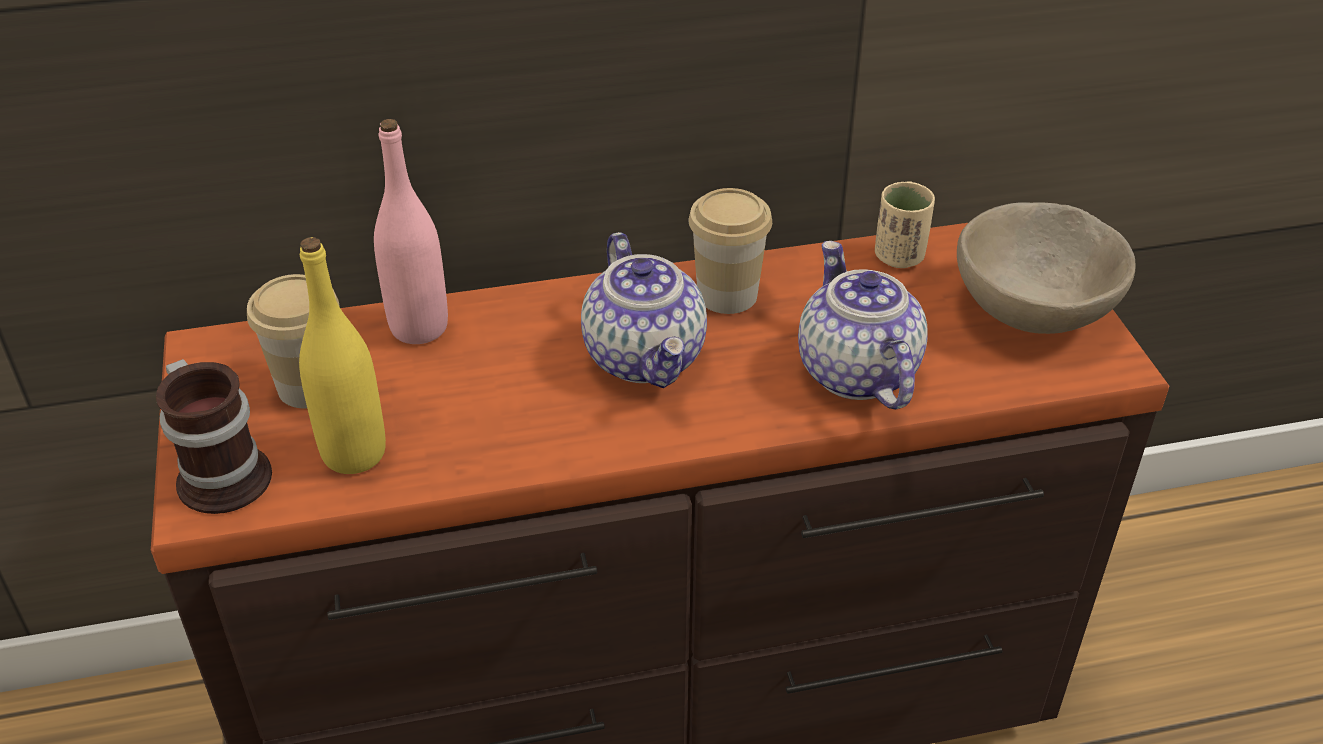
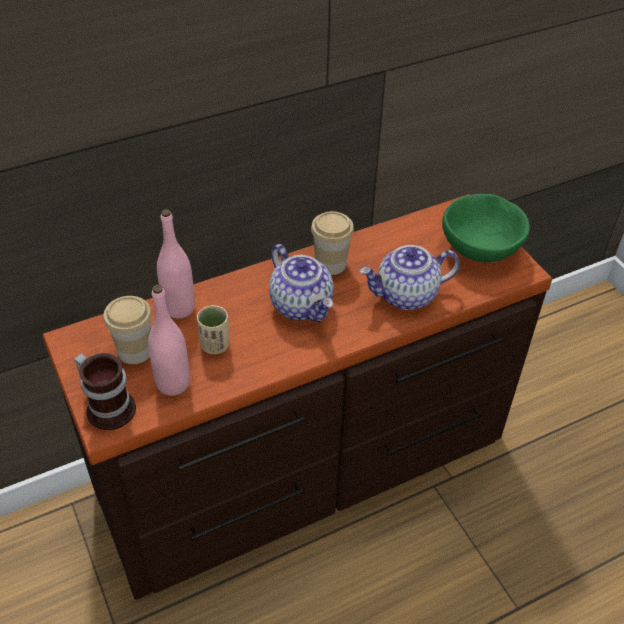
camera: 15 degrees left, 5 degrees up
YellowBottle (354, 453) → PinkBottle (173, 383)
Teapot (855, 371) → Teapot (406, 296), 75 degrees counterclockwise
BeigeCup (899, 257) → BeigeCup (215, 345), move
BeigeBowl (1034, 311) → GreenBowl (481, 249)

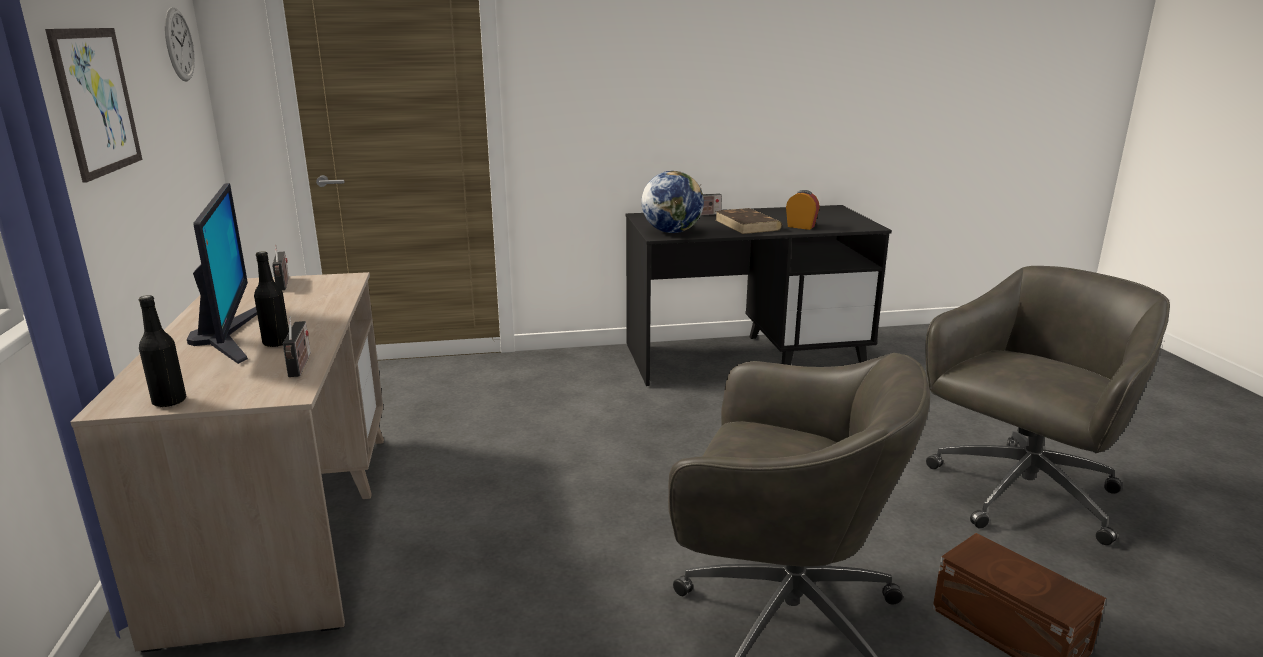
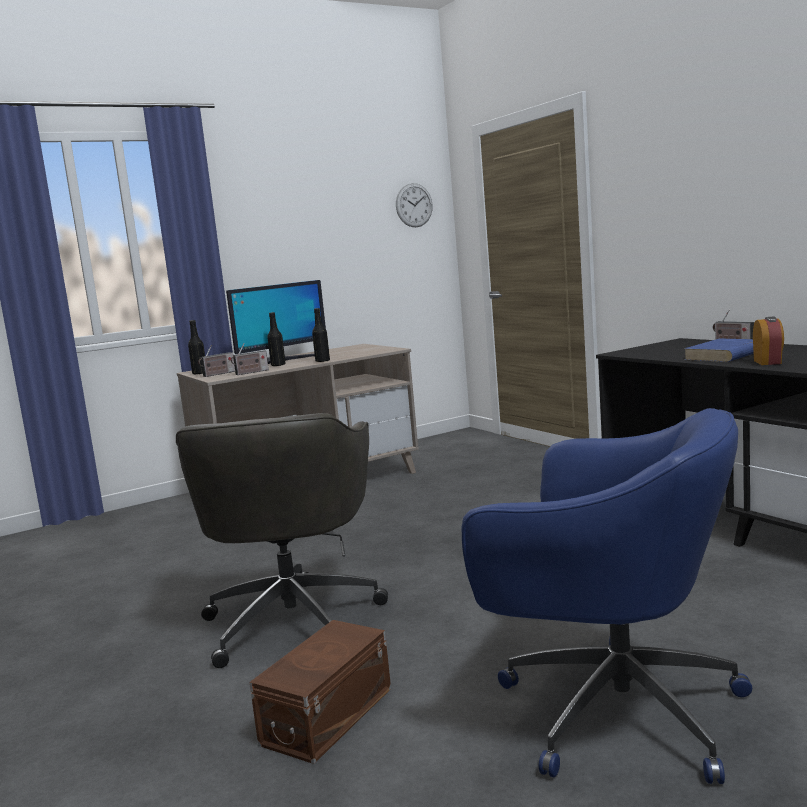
camera: 70 degrees right, 10 degrees down
Picture (97, 101) → -
Radio (283, 284) → Radio (218, 374), move
Globe (672, 232) → -
BrownBook (747, 225) → BlueBook (725, 355)
GreyOfficeChair (1021, 495) → BlueOfficeChair (613, 708)
- → BlackBottle (322, 361)

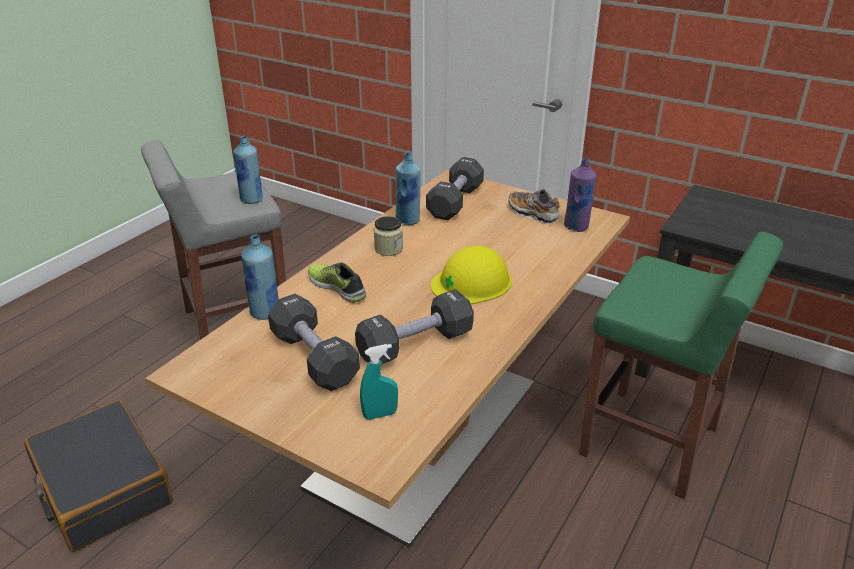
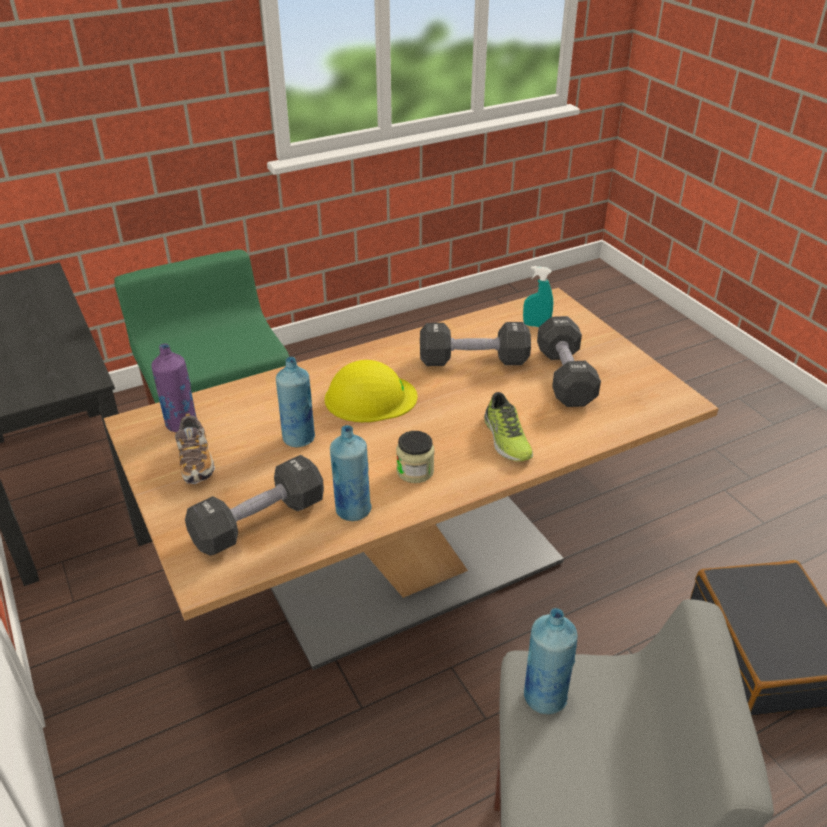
camera: 150 degrees left, 5 degrees up
BlueBottle (265, 313) → BlueBottle (299, 438), move

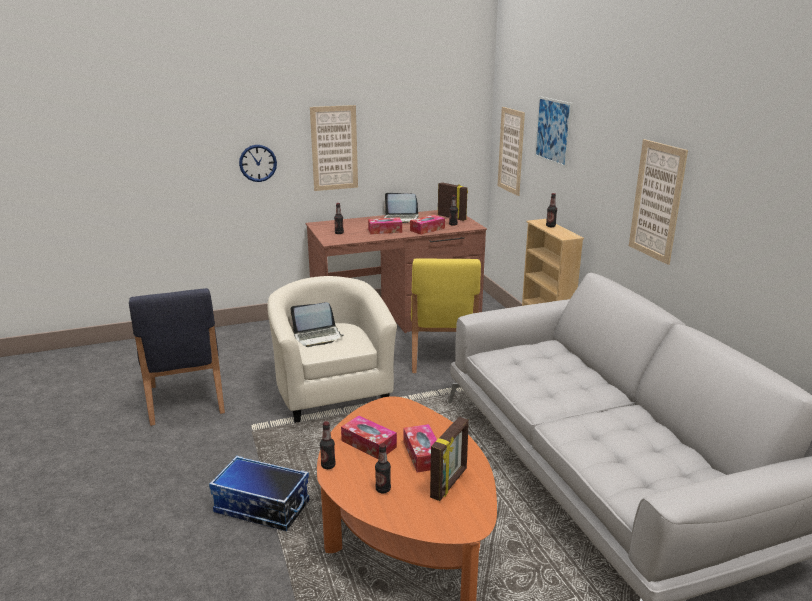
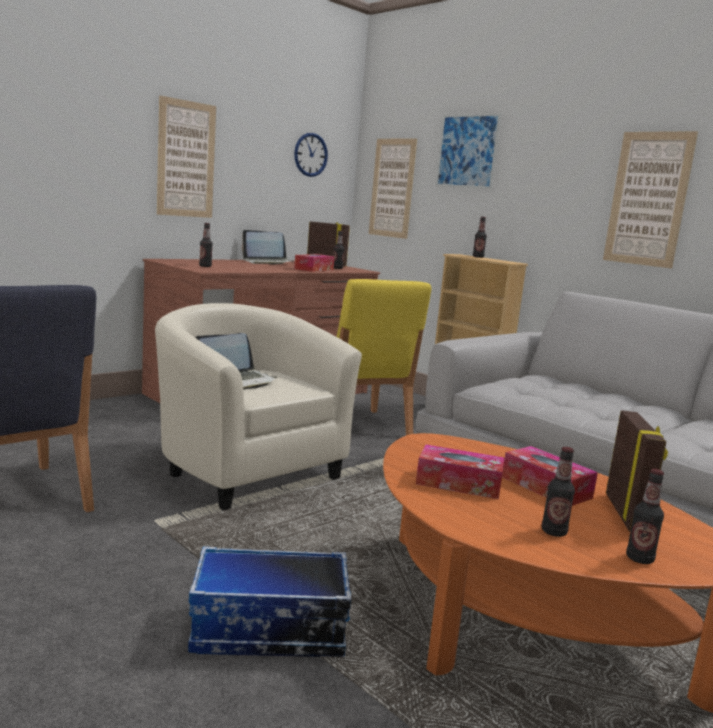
camera: 25 degrees left, 10 degrees down
WallClock (258, 163) → WallClock (310, 154), move
Bottle (328, 465) → Bottle (639, 559), move
TissueBox (385, 231) → -

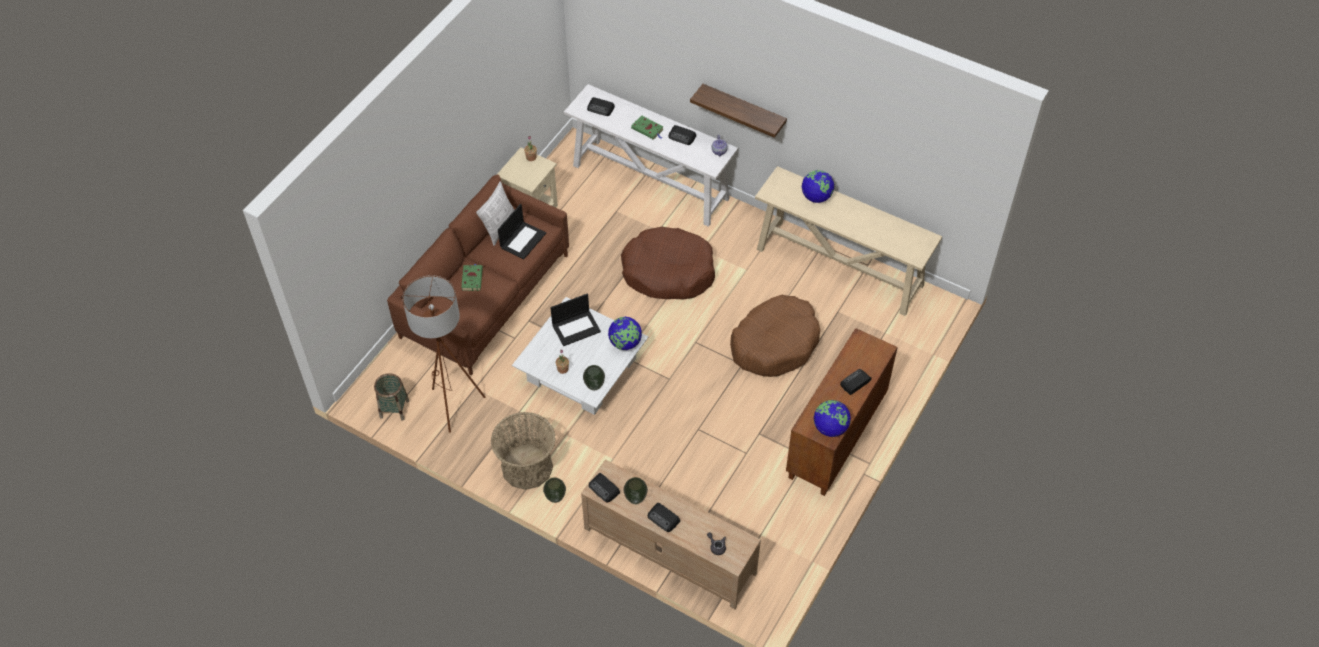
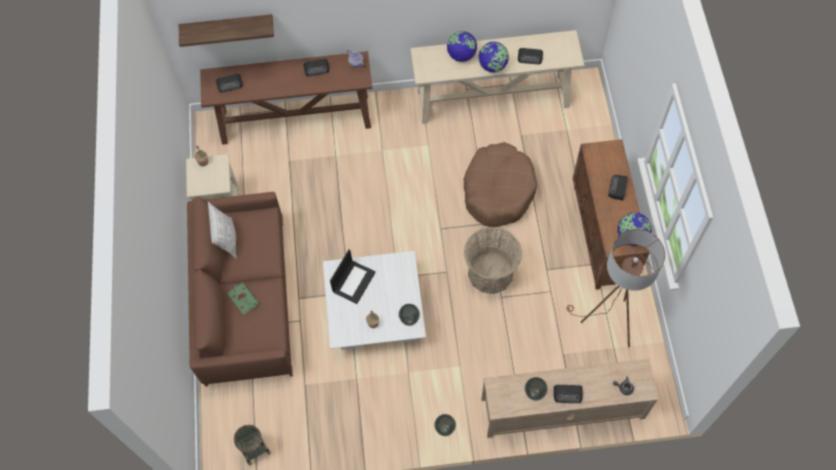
camera: 35 degrees left, 10 degrees up
BrownFloorLamp (452, 404) → BrownFloorLamp (606, 323), move
Basket (527, 467) → Basket (490, 272), move
Laptop (523, 240) → -
WhiteConsoleTable (651, 182) → BrownConsoleTable (296, 119)
Radio (604, 489) → Radio (530, 57), move
Globe (625, 343) → Globe (492, 66), move
BrownDogBed (668, 272) → -
GreenBook (648, 129) → -
Shelf (743, 109) → Shelf (227, 27), move

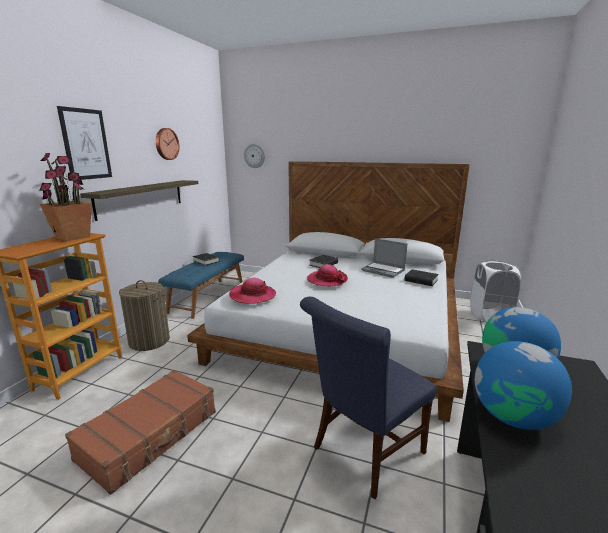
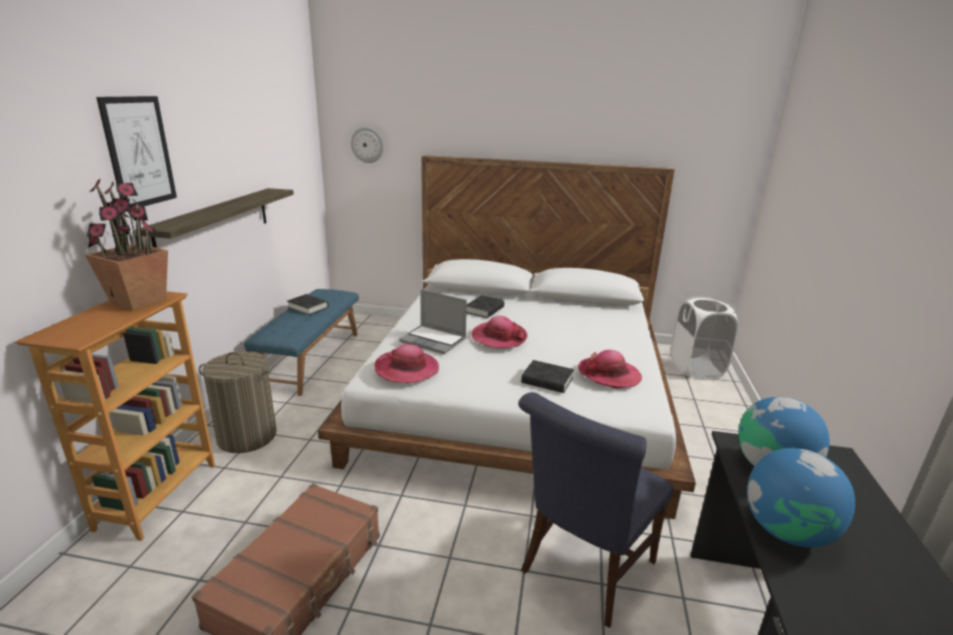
camera: 10 degrees left, 5 degrees up
WallClock (166, 144) → -
Laptop (384, 270) → Laptop (434, 340), move
BlackBook (421, 280) → BlackBook (547, 381), move
- → Hat (609, 375)

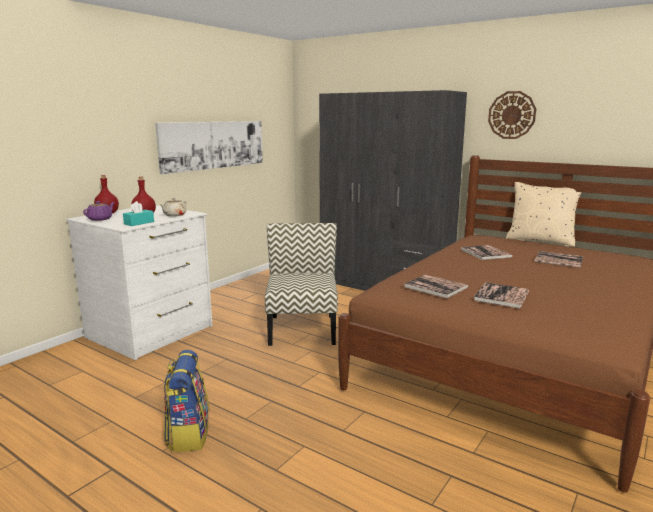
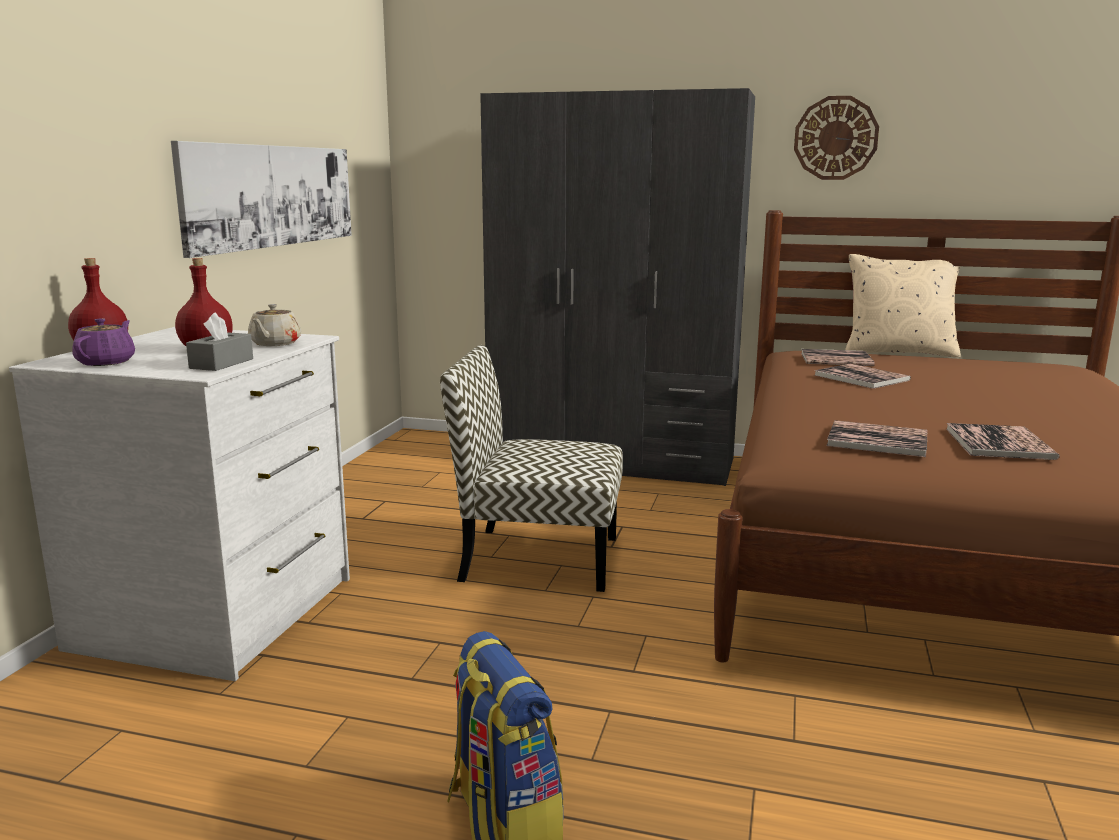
camera: 20 degrees left, 0 degrees up
TurquoiseTissueBox (139, 223) → GreyTissueBox (221, 363)
Chair (302, 329) → Chair (537, 558), 60 degrees counterclockwise
Book (558, 260) → Book (836, 359), move

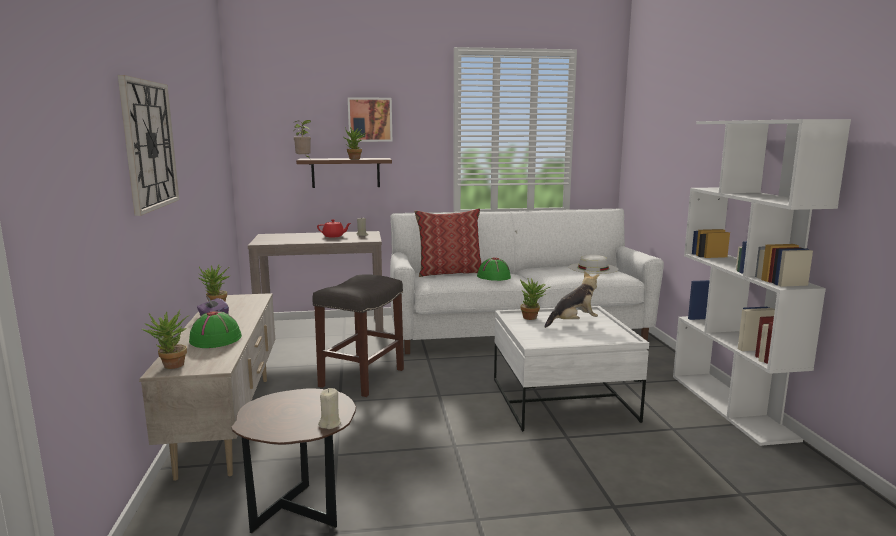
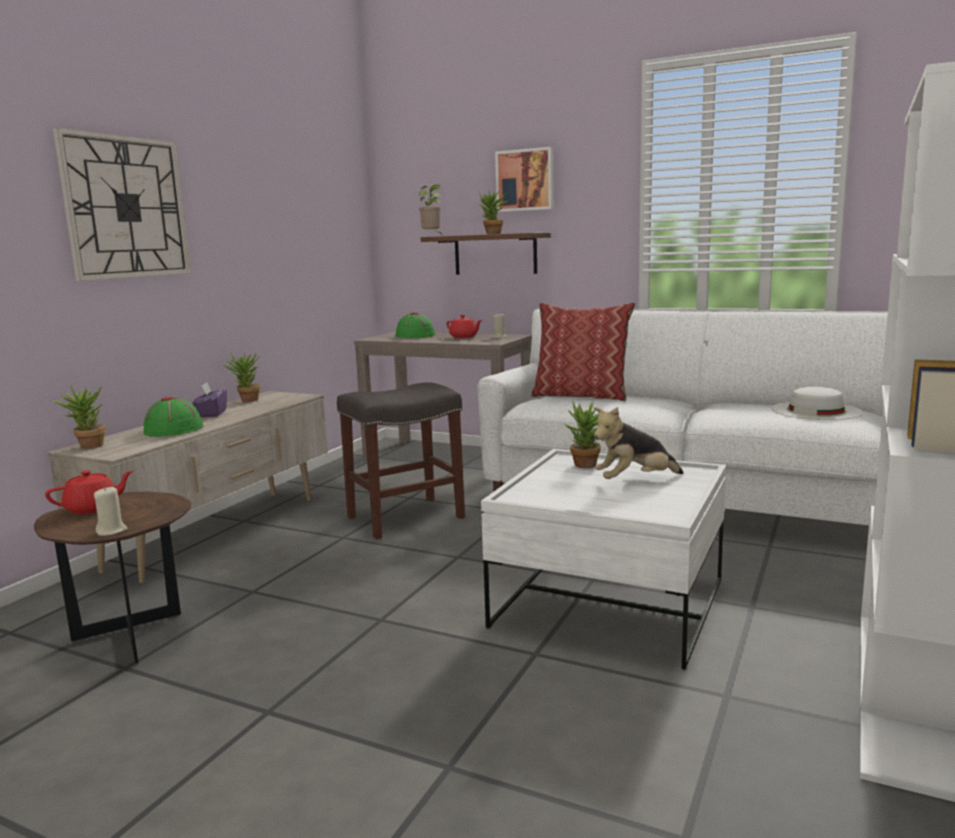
camera: 35 degrees right, 0 degrees up
GreenHat (493, 277) → GreenHat (414, 336), move
PlushToy (573, 322) → PlushToy (635, 481), 150 degrees clockwise
- → RedTeapot (93, 508)

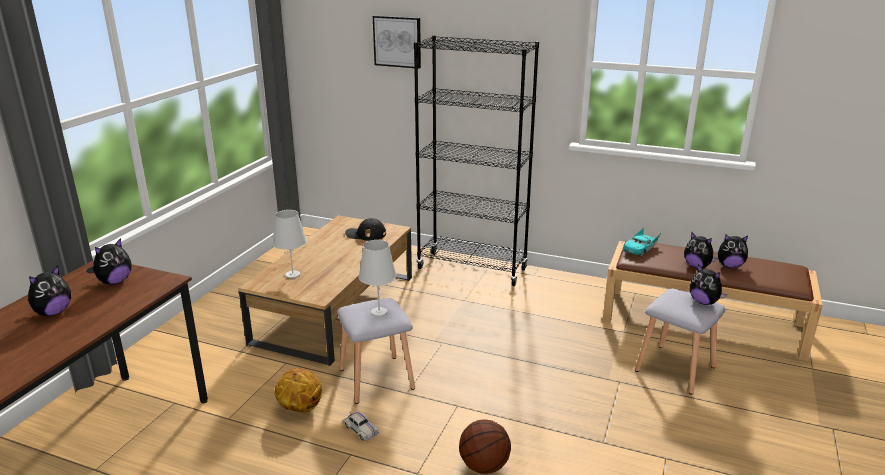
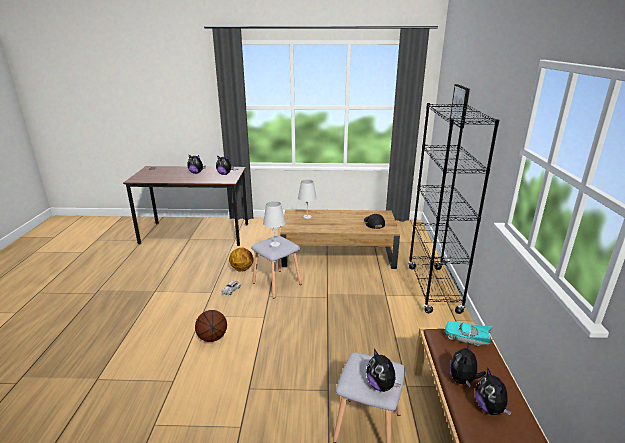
camera: 70 degrees right, 0 degrees up
PlushToy (704, 302) → PlushToy (381, 385), 60 degrees counterclockwise

